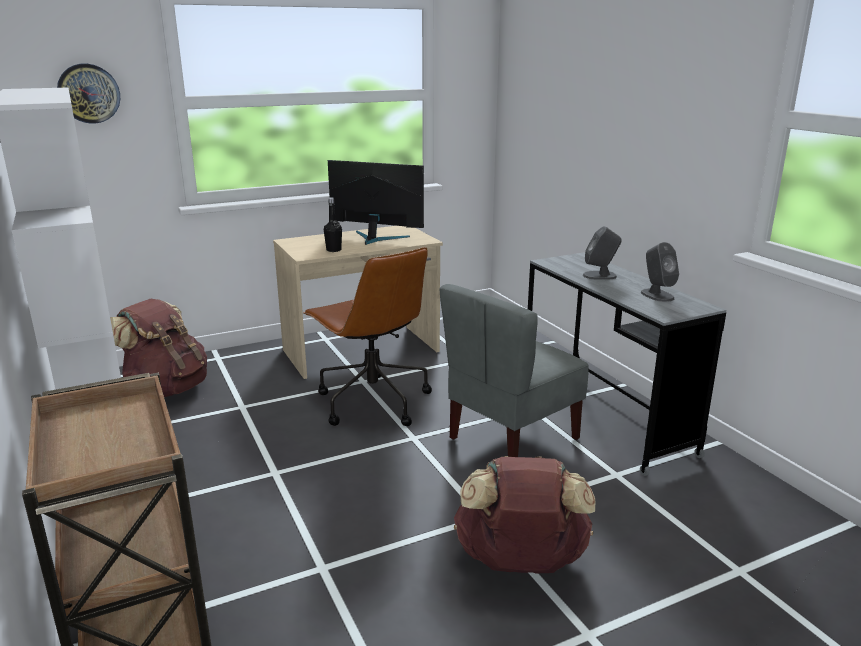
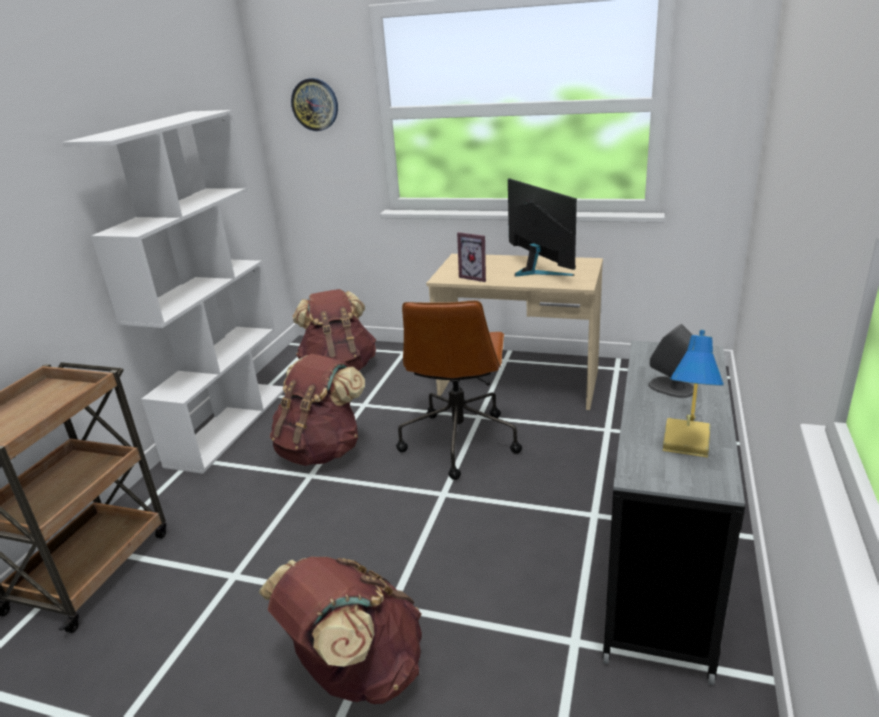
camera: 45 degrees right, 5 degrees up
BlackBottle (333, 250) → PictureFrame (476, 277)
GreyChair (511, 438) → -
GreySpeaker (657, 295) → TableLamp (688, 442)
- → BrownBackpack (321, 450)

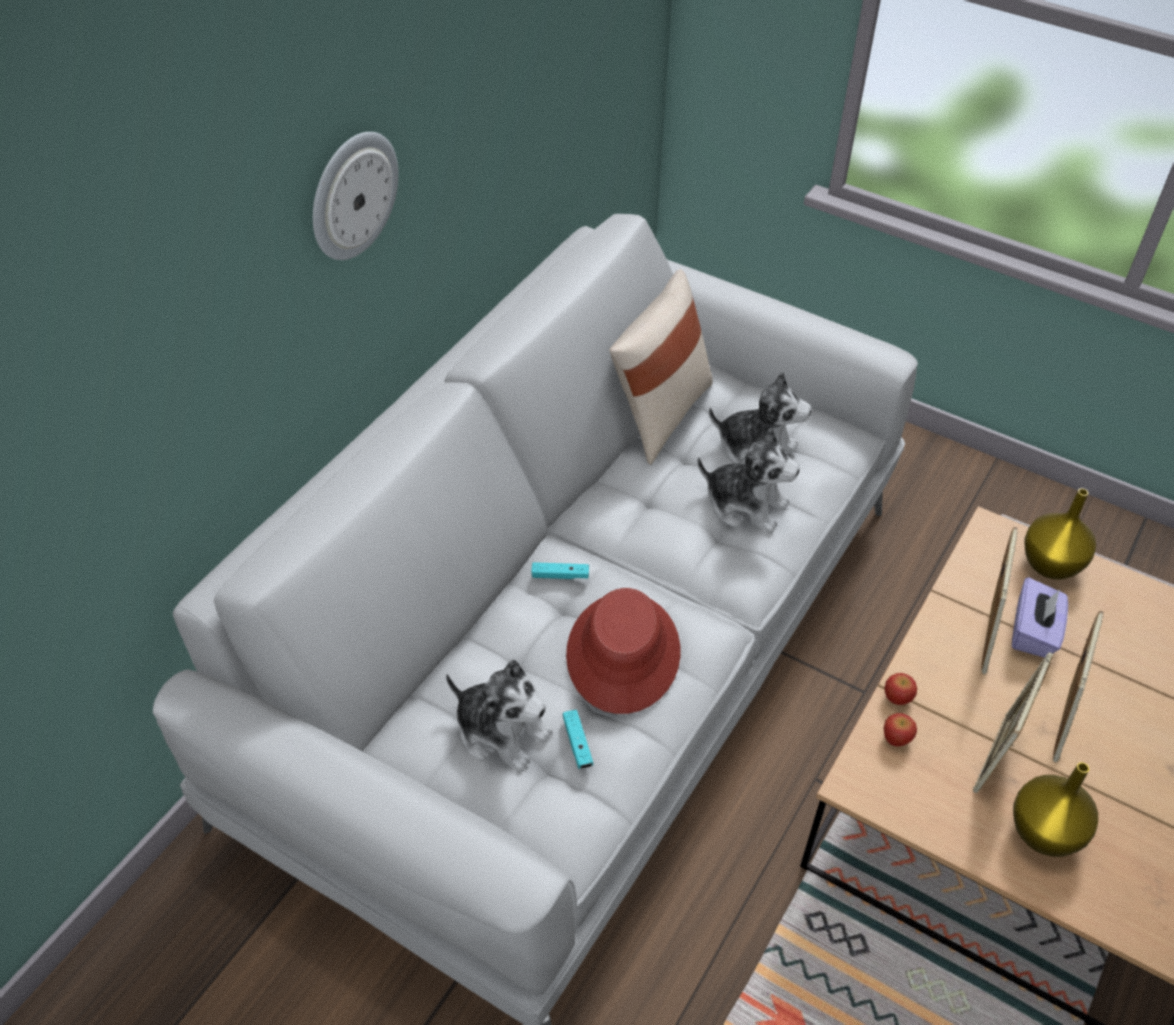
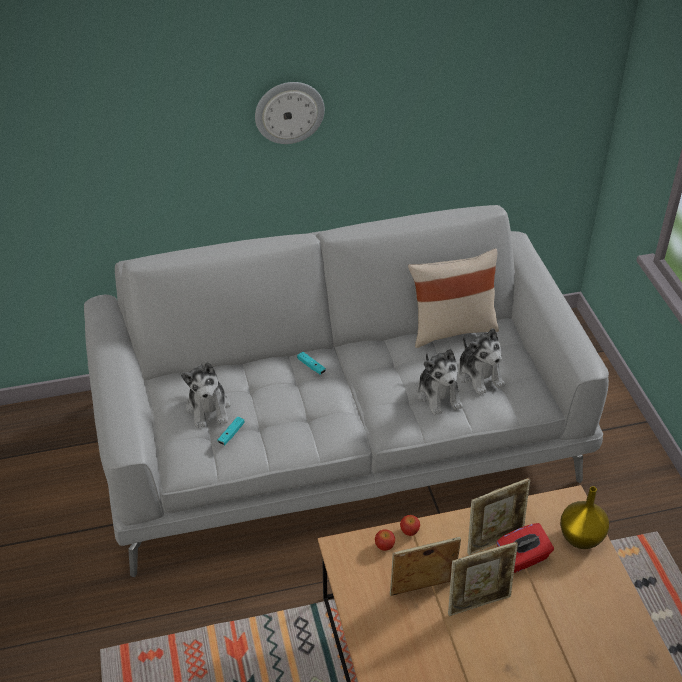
camera: 45 degrees right, 5 degrees down
RedHat (624, 653) → -
PurpleTissueBox (1033, 633) → RedTissueBox (523, 558)
YellowVase (1042, 833) → -

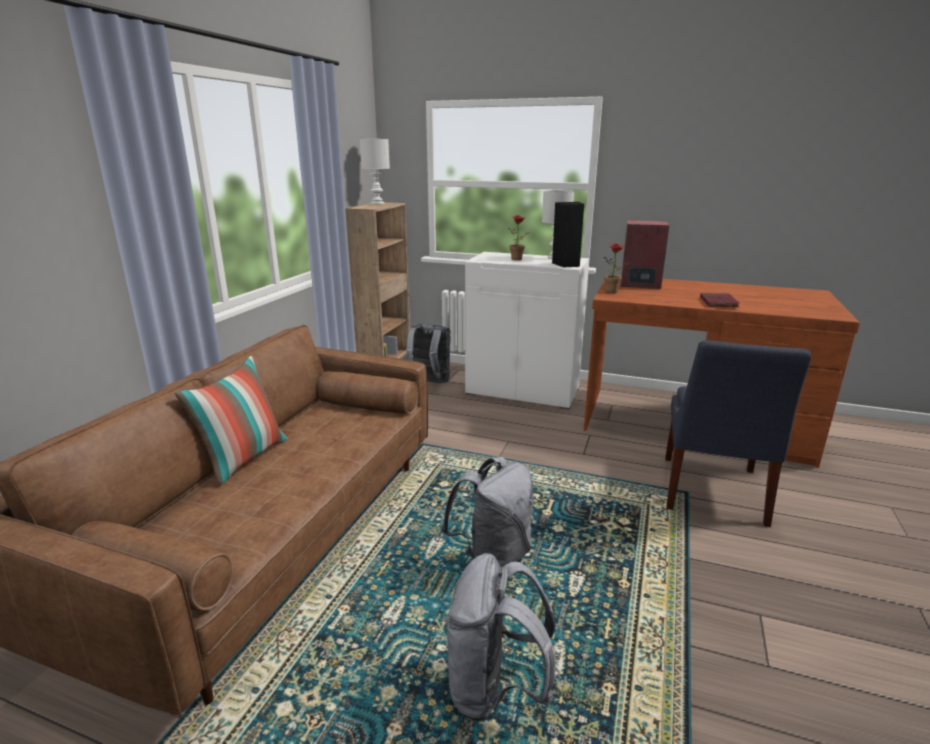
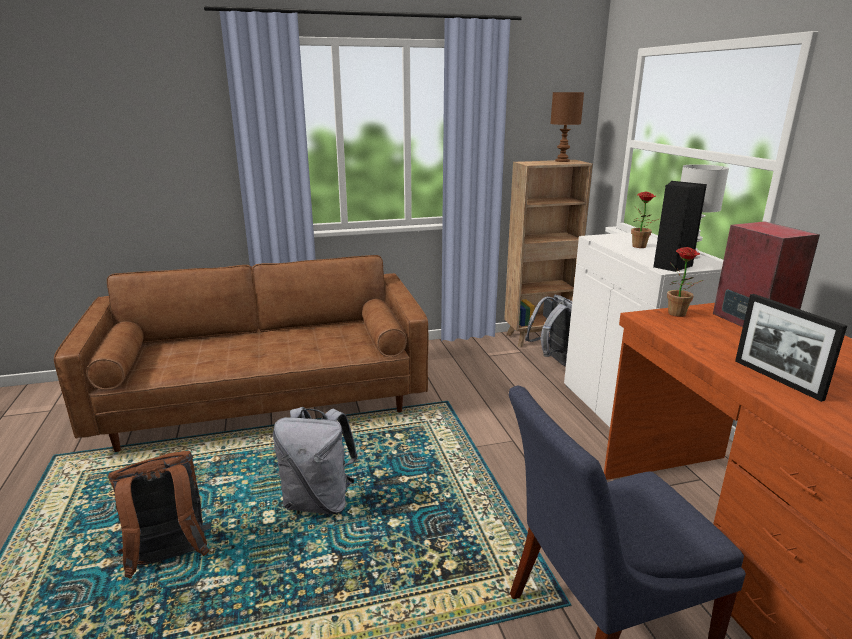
camera: 55 degrees right, 0 degrees up
Pillow (243, 458) → -
WhiteTableLamp (378, 203) → BrownTableLamp (562, 161)
GreyBackpack (495, 689) → BrownBackpack (170, 560)
RedBook (718, 303) → PictureFrame (777, 379)

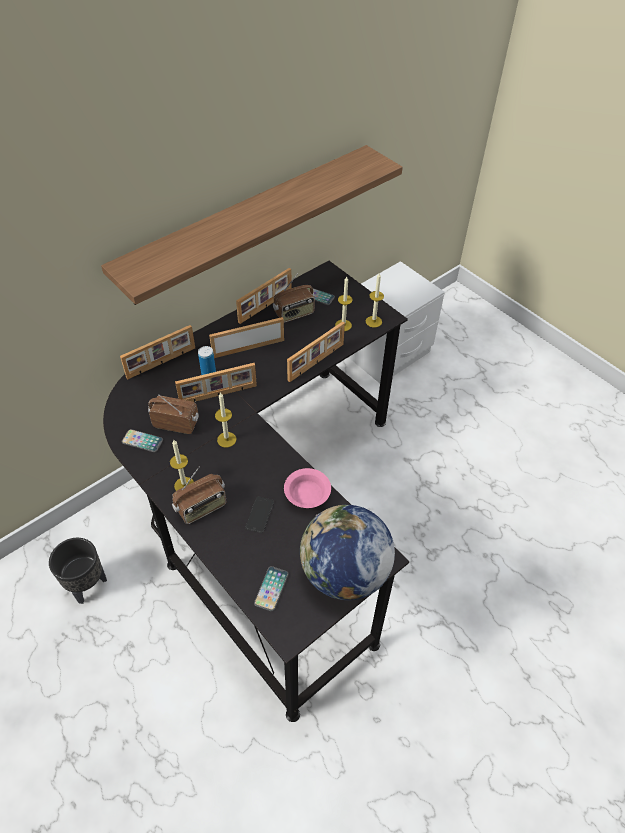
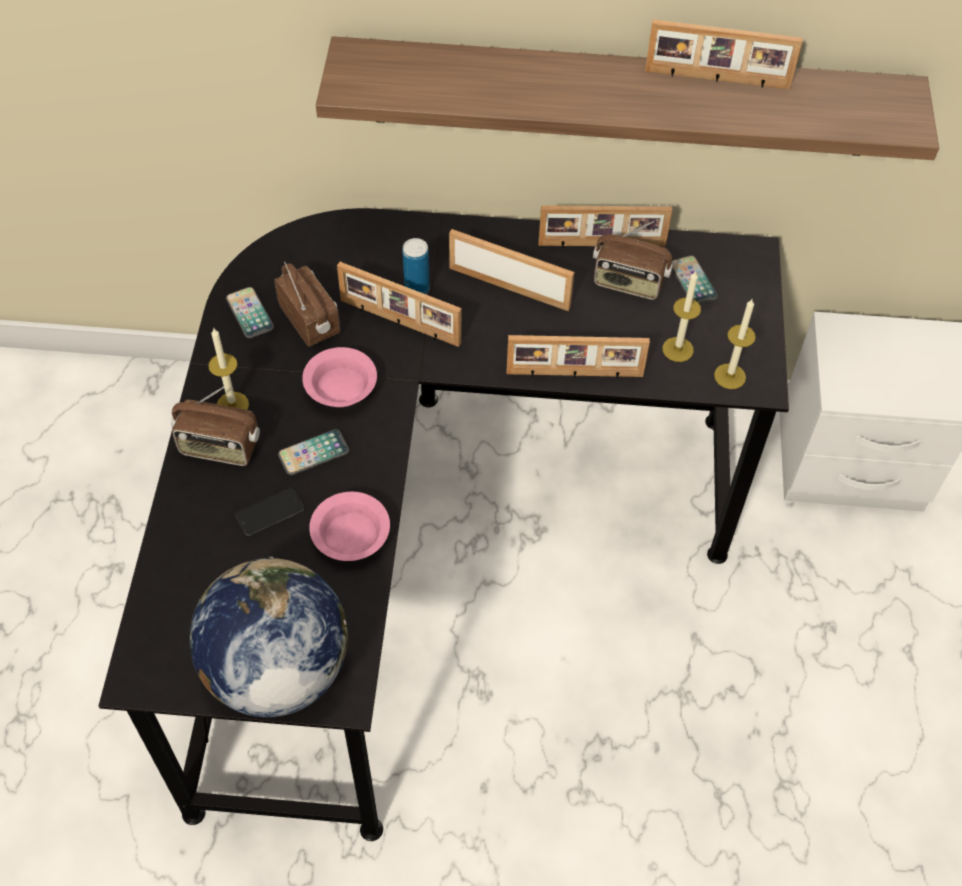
camera: 45 degrees right, 5 degrees up
BlackPlanter (87, 585) → -
PictureFrame (162, 363) → PictureFrame (717, 79), move
Candle (226, 439) → PinkBowl (342, 388)
Phone (271, 589) → Phone (313, 453), move

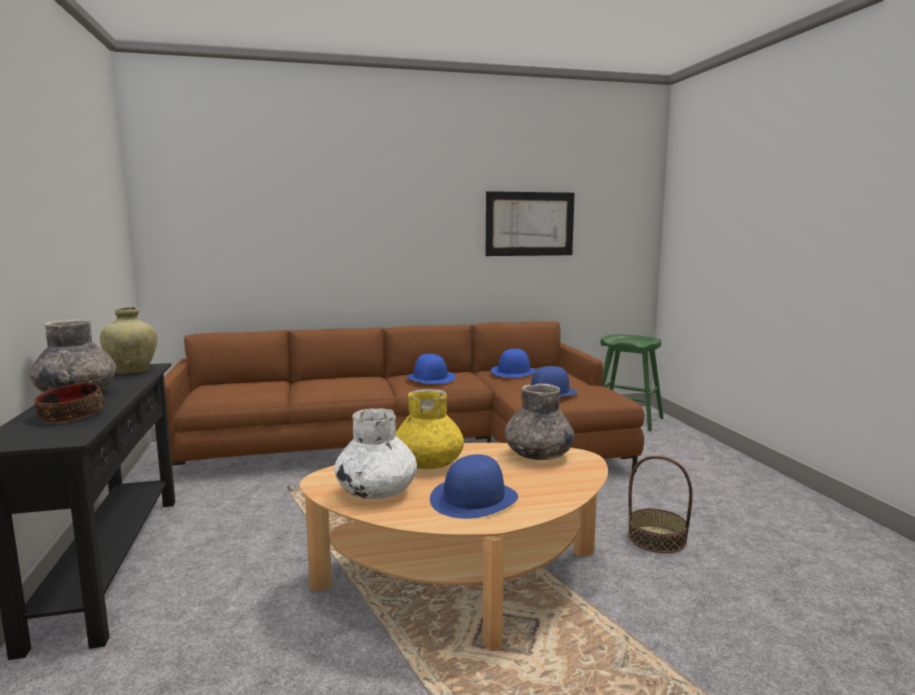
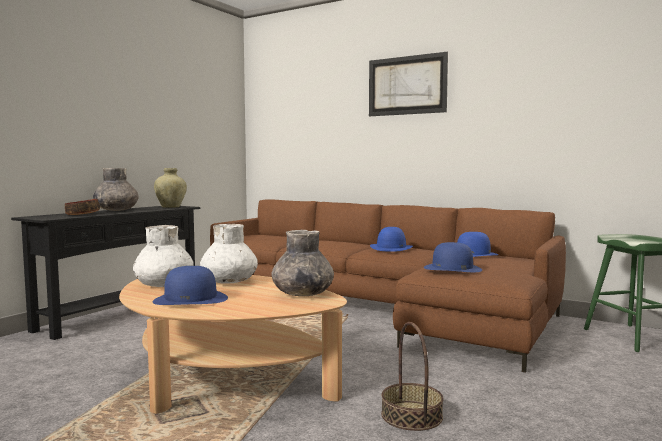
camera: 45 degrees right, 5 degrees down
YellowVase (429, 464) → WhiteVase (229, 282)
Picture (529, 224) → Picture (407, 85), move

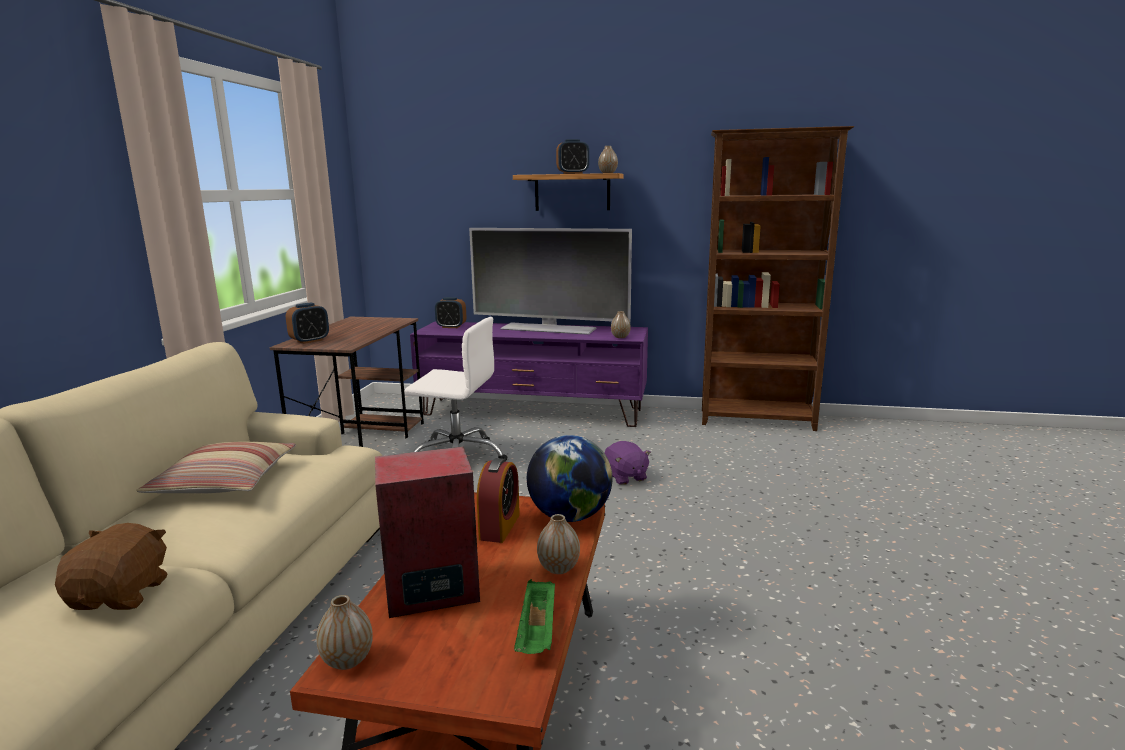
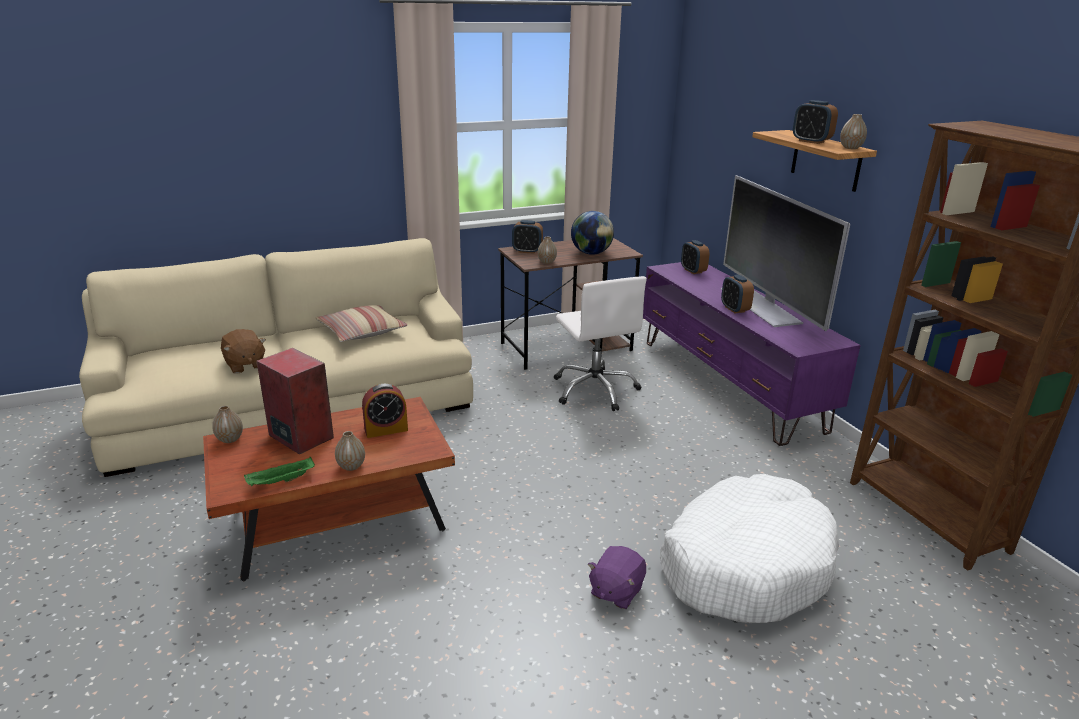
camera: 55 degrees right, 10 degrees up
BrownPlushToy (122, 595) → BrownPlushToy (245, 365), 90 degrees clockwise
Globe (569, 516) → Globe (591, 253), move
PurplePlushToy (625, 477) → PurplePlushToy (615, 591), move
Vase (620, 337) → Vase (547, 262), move
- → WhiteDogBed (745, 564)
- → AlarmClock (734, 309)

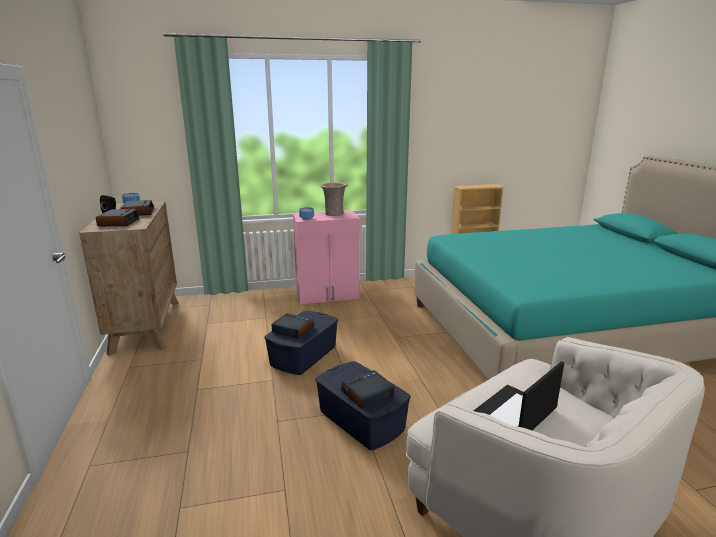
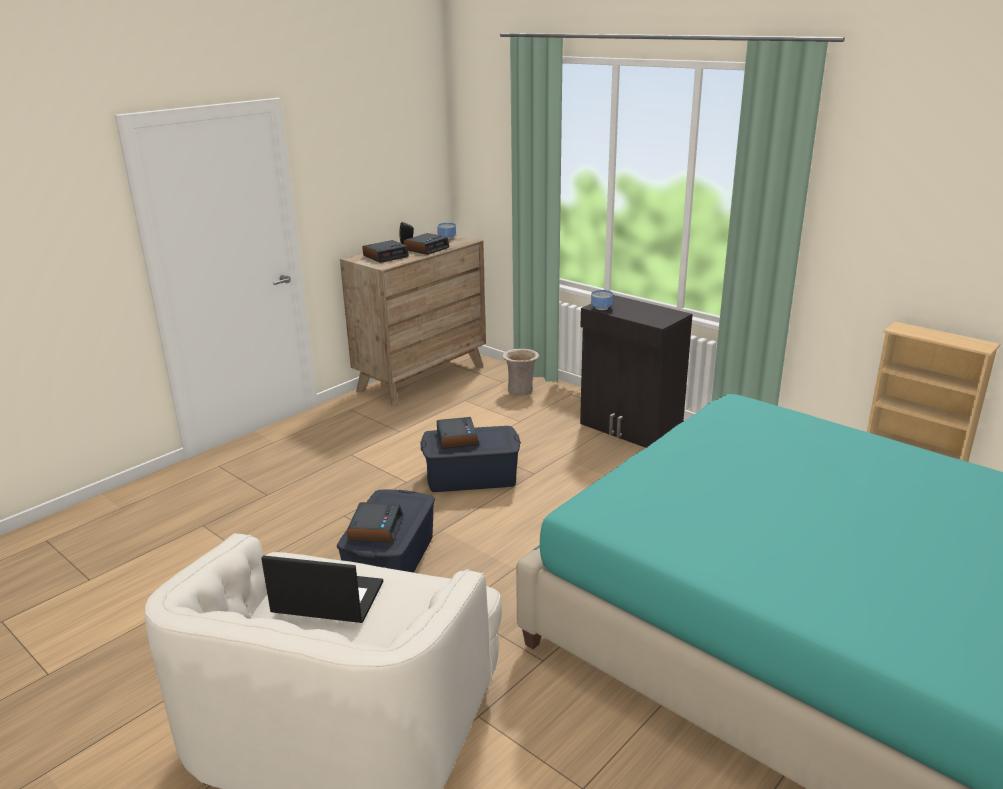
camera: 55 degrees right, 5 degrees up
PinkCabinet (328, 295) → BlackCabinet (630, 429)
BeigeVase (333, 214) → BeigeVase (520, 390), move
AlarmClock (367, 394) → AlarmClock (375, 528), 75 degrees clockwise

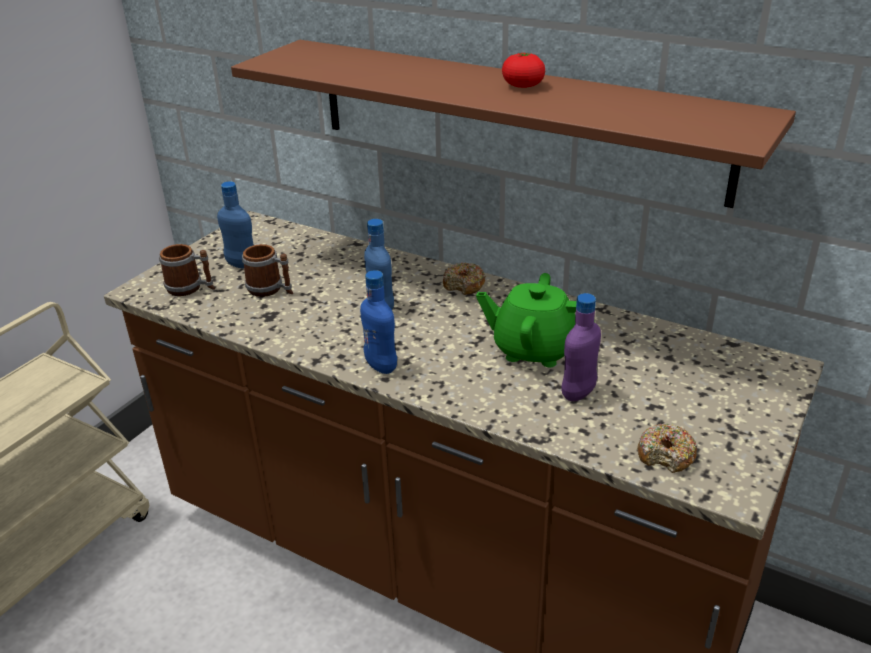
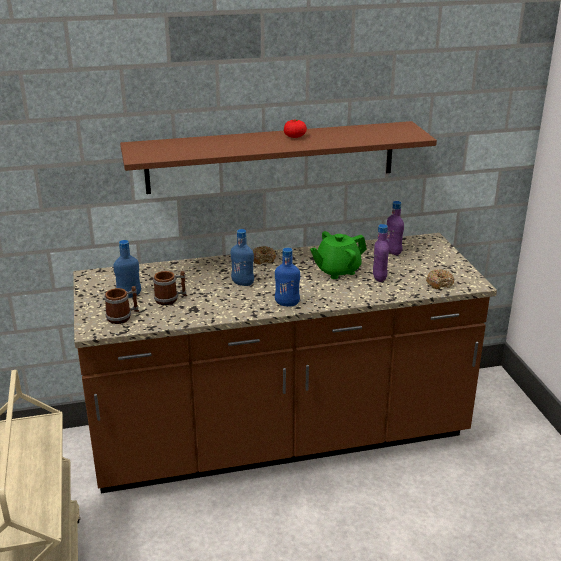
camera: 45 degrees left, 5 degrees down
- → PurpleBottle (393, 252)

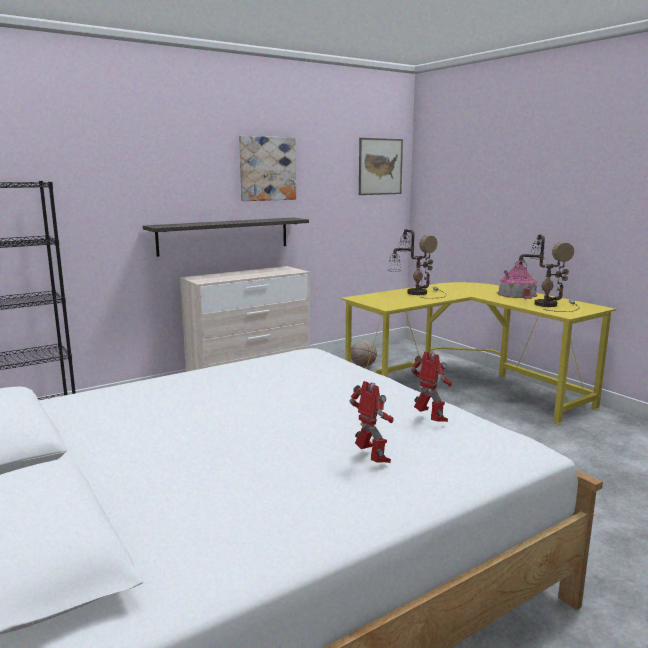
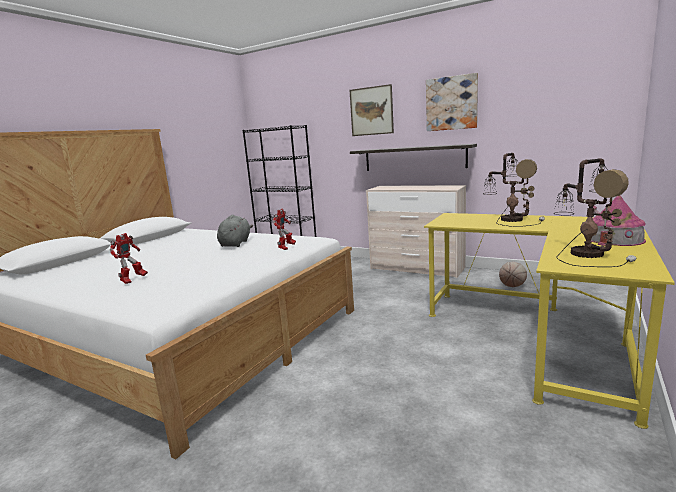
camera: 65 degrees right, 0 degrees up
Picture (380, 166) → Picture (371, 111), move
ToyRobot (430, 419) → ToyRobot (286, 248), move
- → GreyPlushToy (236, 243)

